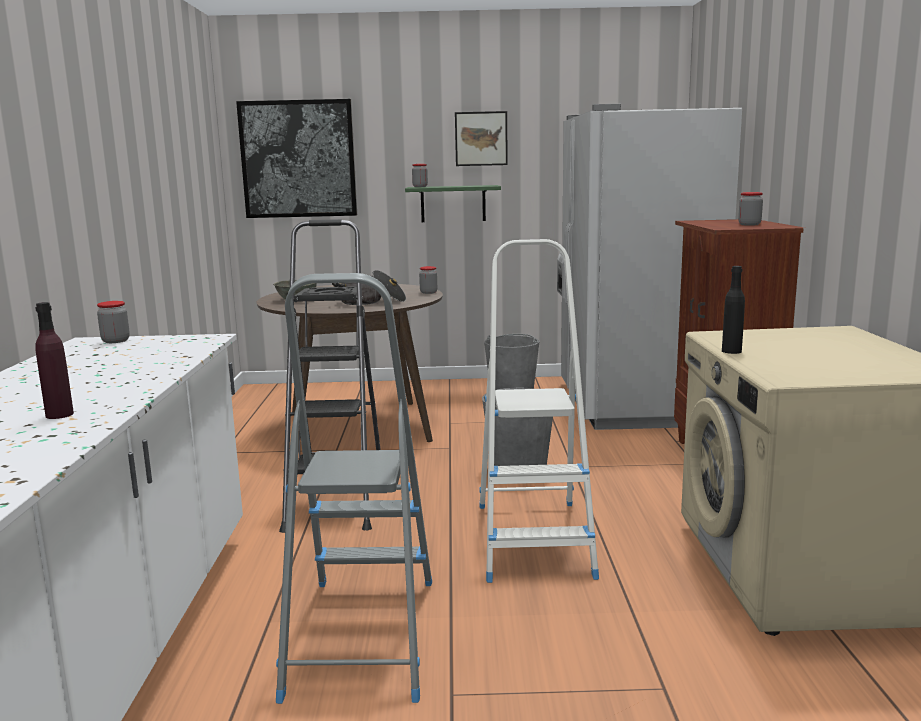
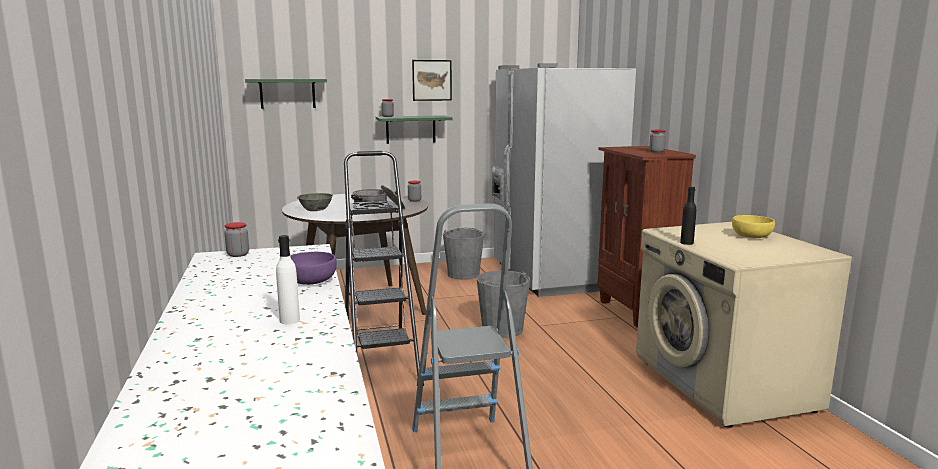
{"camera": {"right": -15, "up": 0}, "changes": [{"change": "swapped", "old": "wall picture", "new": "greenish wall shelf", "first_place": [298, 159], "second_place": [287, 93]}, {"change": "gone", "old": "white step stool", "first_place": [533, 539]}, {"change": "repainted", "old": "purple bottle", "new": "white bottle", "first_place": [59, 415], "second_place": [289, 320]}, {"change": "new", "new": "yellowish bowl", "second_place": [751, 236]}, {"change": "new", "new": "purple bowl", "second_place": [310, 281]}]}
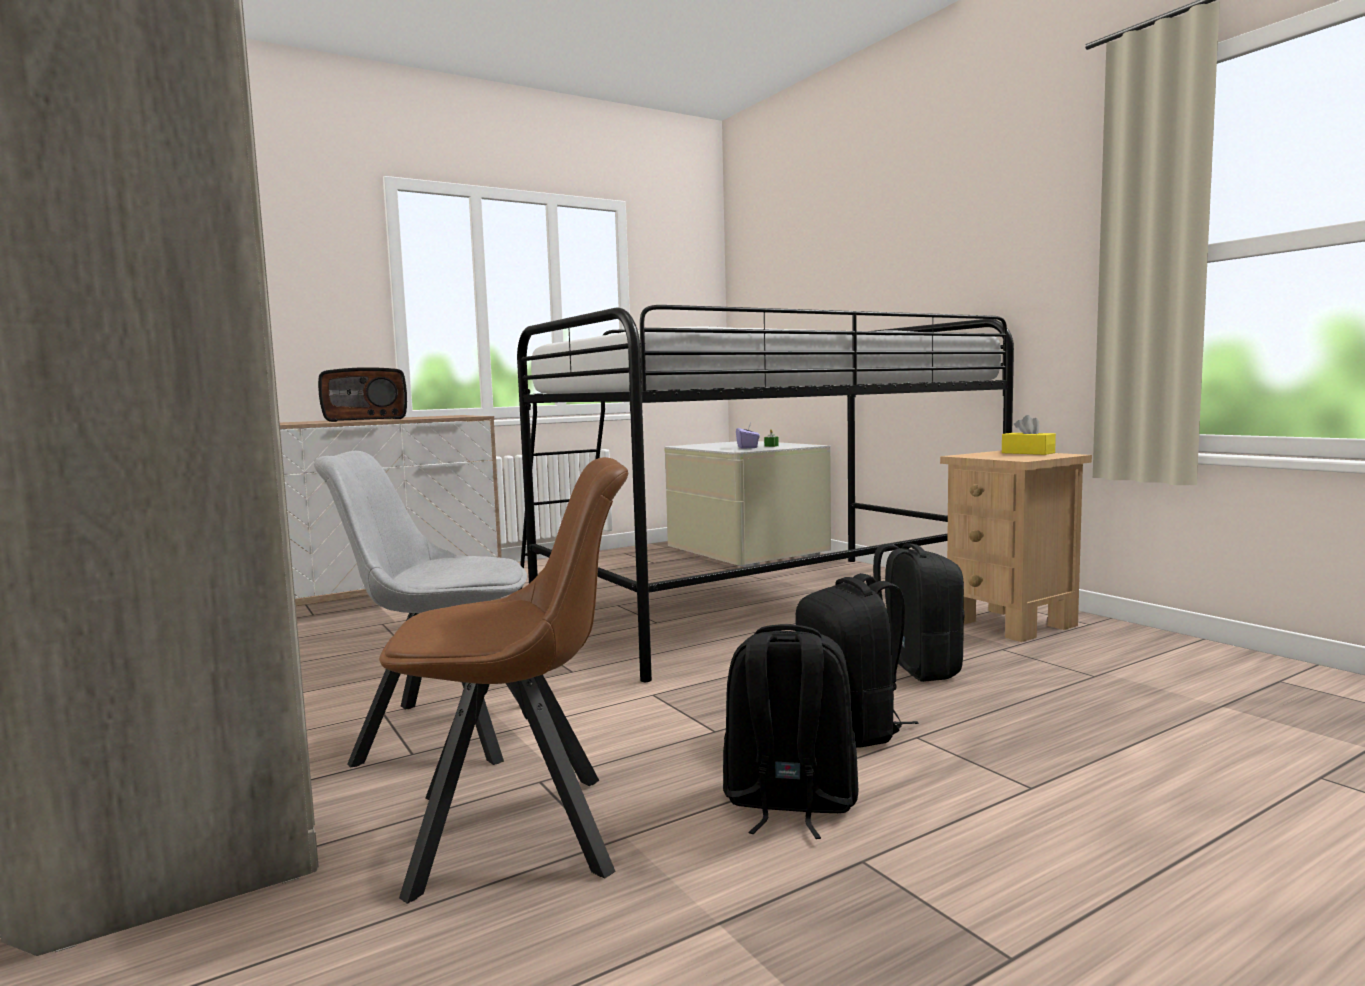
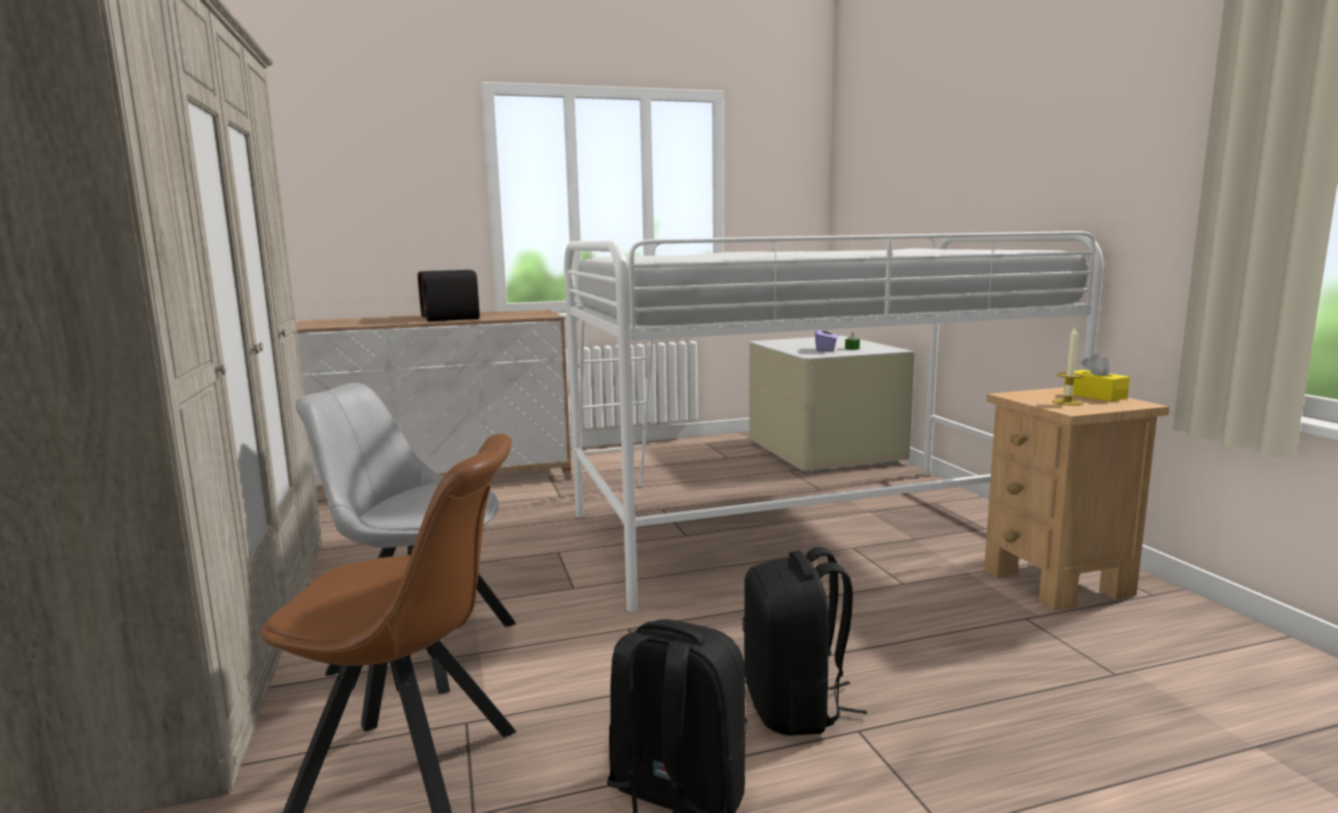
{"camera": {"right": 15, "up": 5}, "changes": [{"change": "repainted", "old": "black bed", "new": "white bed", "first_place": [766, 606], "second_place": [803, 526]}, {"change": "rotated", "old": "radio receiver", "first_place": [365, 419], "second_place": [451, 317], "degrees": 75}, {"change": "gone", "old": "black knapsack", "first_place": [915, 669]}, {"change": "new", "new": "wax light", "second_place": [1067, 402]}]}
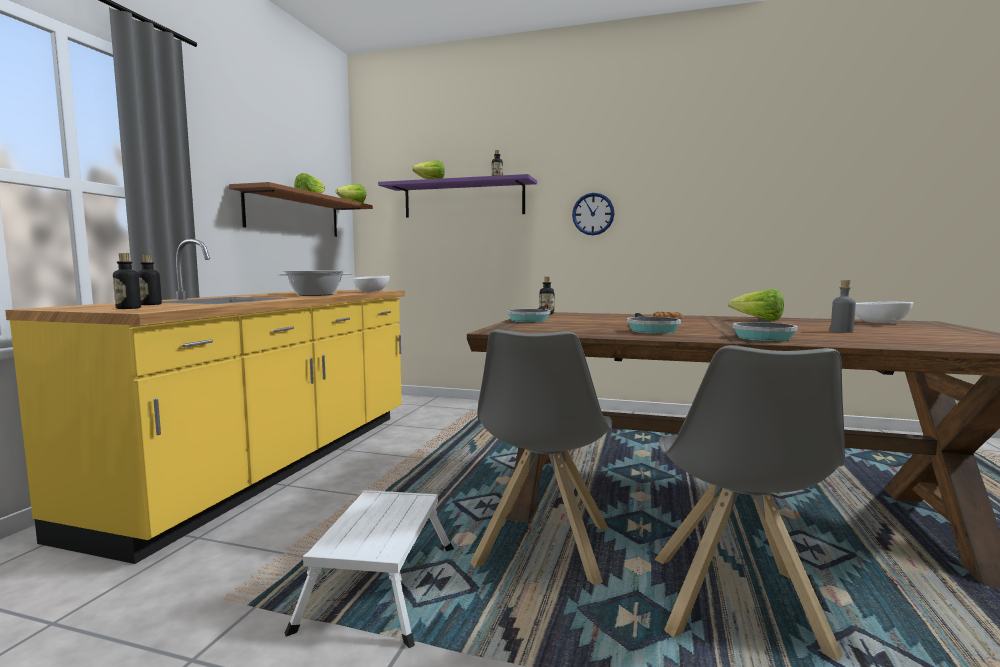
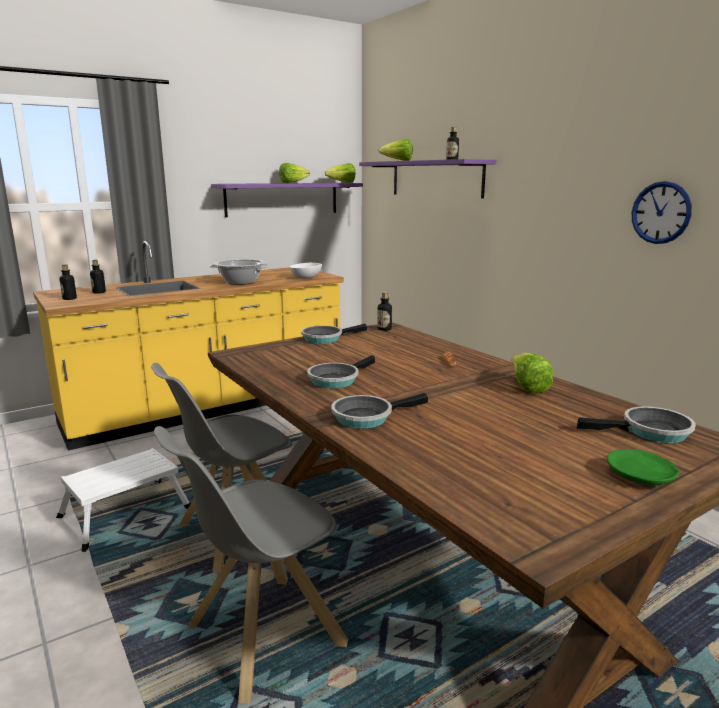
{"camera": {"right": 40, "up": 10}, "changes": [{"change": "repainted", "old": "brownish wall shelf", "new": "purple wall shelf", "first_place": [294, 214], "second_place": [282, 199]}, {"change": "shifted", "old": "hanging clock", "first_place": [593, 214], "second_place": [661, 213]}, {"change": "gone", "old": "gray bottle", "first_place": [841, 331]}, {"change": "swapped", "old": "white bowl", "new": "skillet", "first_place": [880, 323], "second_place": [650, 432]}, {"change": "new", "new": "greenish flat dish", "second_place": [641, 476]}]}
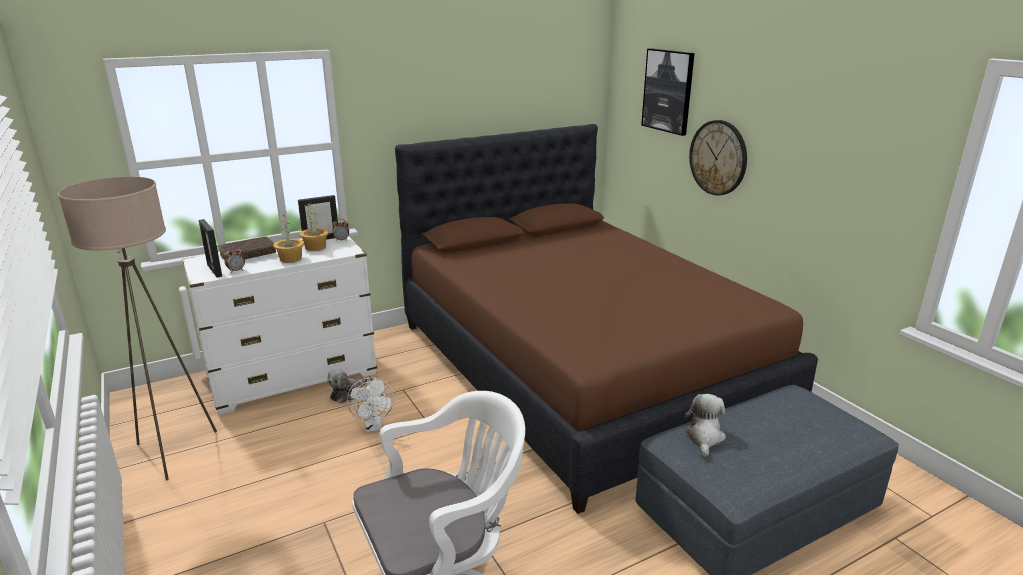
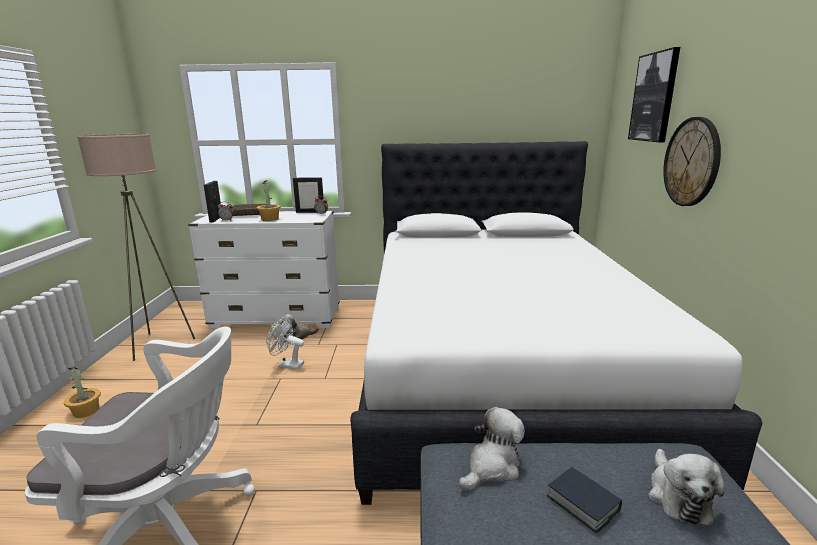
{"camera": {"right": 30, "up": -5}, "changes": [{"change": "repainted", "old": "brownish bed", "new": "white bed", "first_place": [580, 368], "second_place": [499, 367]}, {"change": "shifted", "old": "houseplant", "first_place": [316, 247], "second_place": [86, 411]}, {"change": "rotated", "old": "white fan", "first_place": [374, 426], "second_place": [287, 365], "degrees": 90}, {"change": "new", "new": "soft toy", "second_place": [677, 496]}, {"change": "new", "new": "book", "second_place": [582, 503]}]}
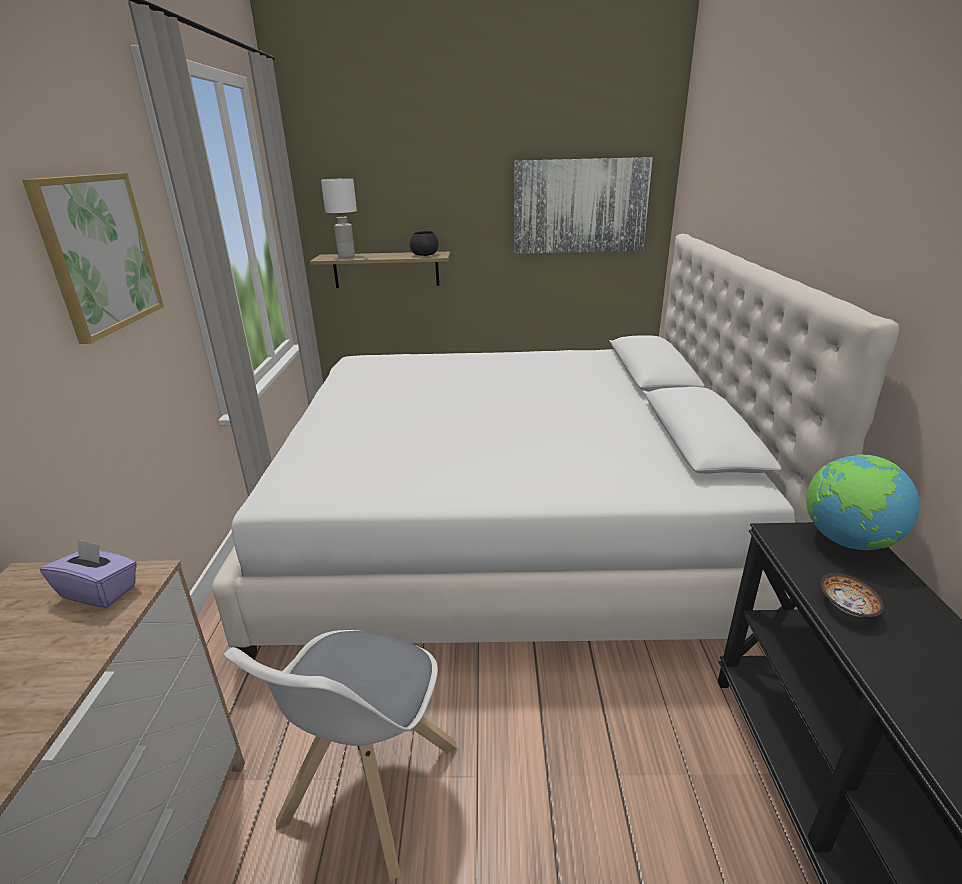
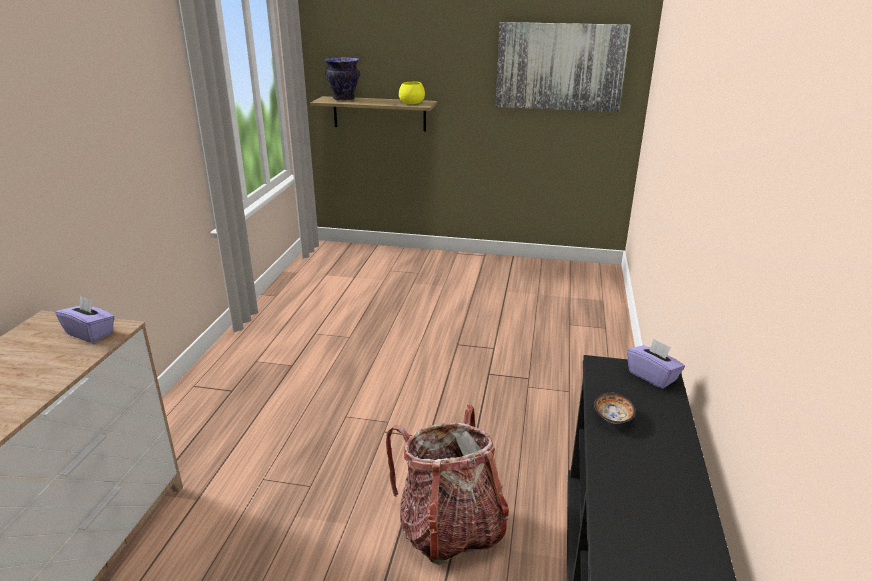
{"camera": {"right": 10, "up": 0}, "changes": [{"change": "gone", "old": "wall picture", "first_place": [99, 253]}, {"change": "swapped", "old": "white table lamp", "new": "vase", "first_place": [346, 256], "second_place": [343, 99]}, {"change": "repainted", "old": "black bowl", "new": "yellowish bowl", "first_place": [425, 255], "second_place": [412, 103]}, {"change": "gone", "old": "white bed", "first_place": [509, 522]}, {"change": "swapped", "old": "desk globe", "new": "purple box of tissues", "first_place": [847, 541], "second_place": [652, 376]}, {"change": "gone", "old": "chair", "first_place": [367, 789]}, {"change": "new", "new": "knapsack", "second_place": [450, 528]}]}
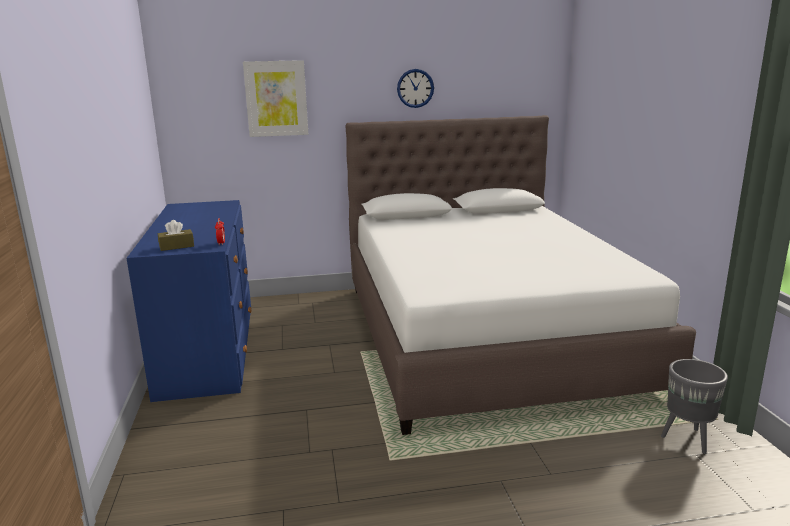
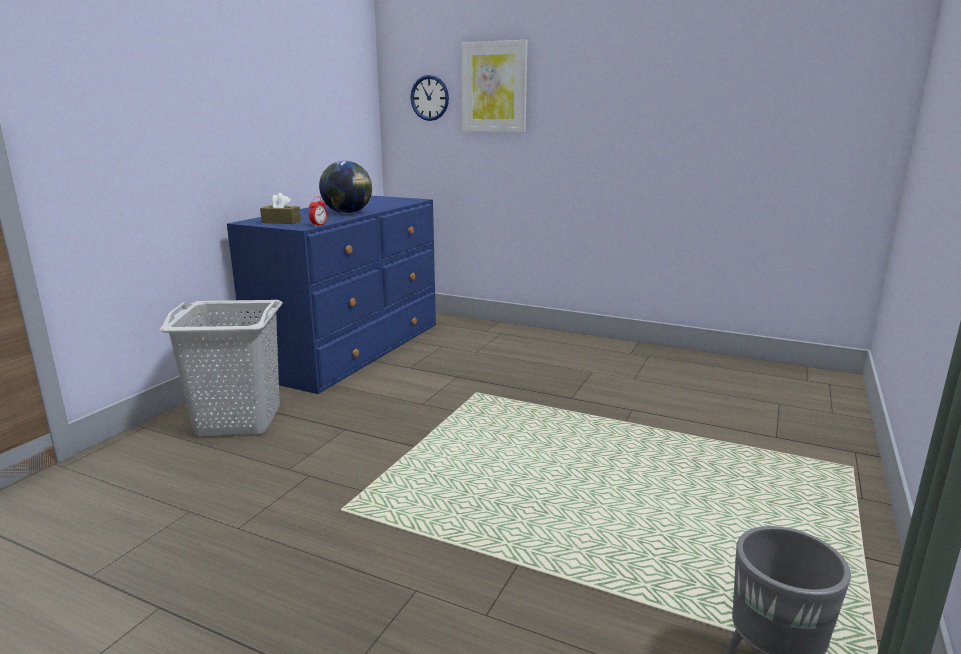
{"camera": {"right": 35, "up": 0}, "changes": [{"change": "shifted", "old": "hanging clock", "first_place": [415, 88], "second_place": [429, 98]}, {"change": "gone", "old": "white bed", "first_place": [485, 335]}, {"change": "new", "new": "desk globe", "second_place": [348, 213]}, {"change": "new", "new": "gray laundry basket", "second_place": [238, 420]}]}
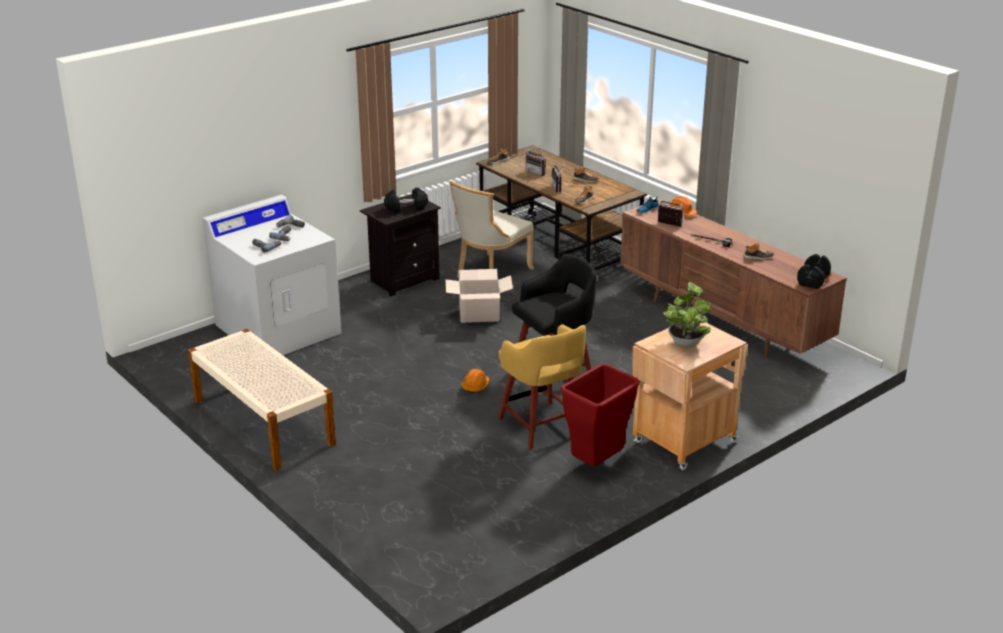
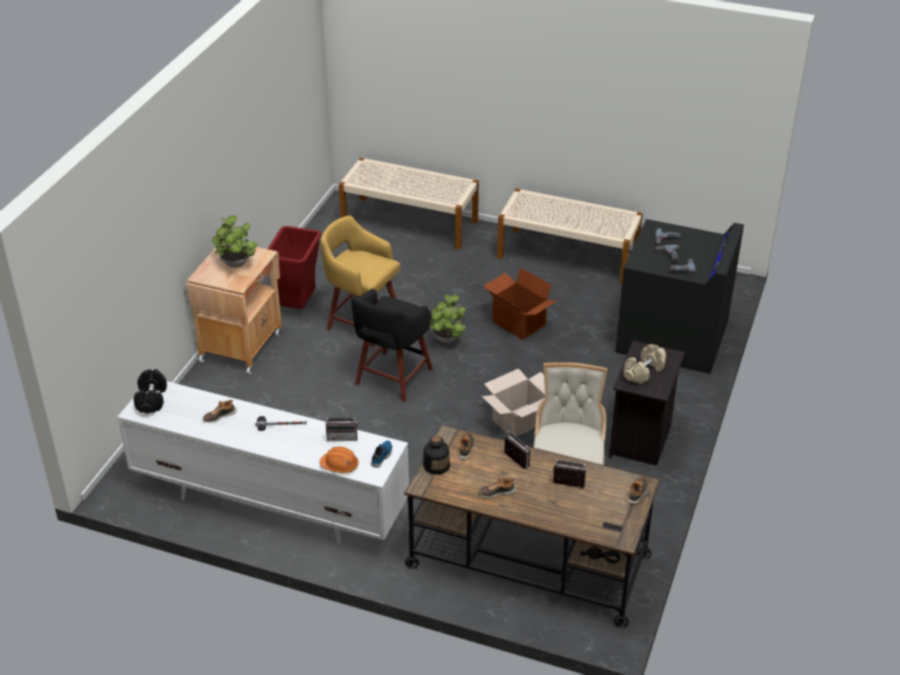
{"camera": {"right": 150, "up": 10}, "changes": [{"change": "repainted", "old": "black dumbbell", "new": "beige-coloured dumbbell", "first_place": [406, 208], "second_place": [644, 372]}, {"change": "repainted", "old": "white laundry machine", "new": "black laundry machine", "first_place": [279, 329], "second_place": [671, 337]}, {"change": "repainted", "old": "brownish cabinet", "new": "white cabinet", "first_place": [722, 323], "second_place": [268, 505]}, {"change": "swapped", "old": "orange-coloured safety helmet", "new": "houseplant", "first_place": [475, 386], "second_place": [446, 340]}, {"change": "new", "new": "beige-coloured long seat", "second_place": [410, 222]}, {"change": "new", "new": "carton", "second_place": [518, 324]}, {"change": "new", "new": "bottle", "second_place": [436, 465]}]}
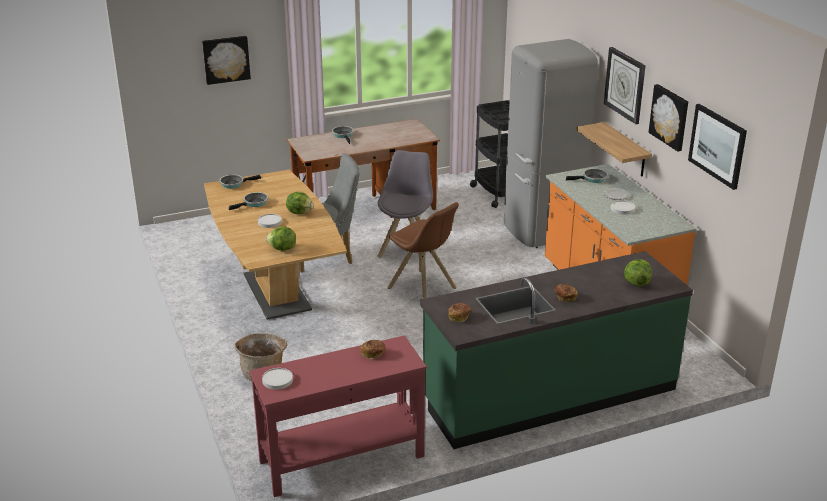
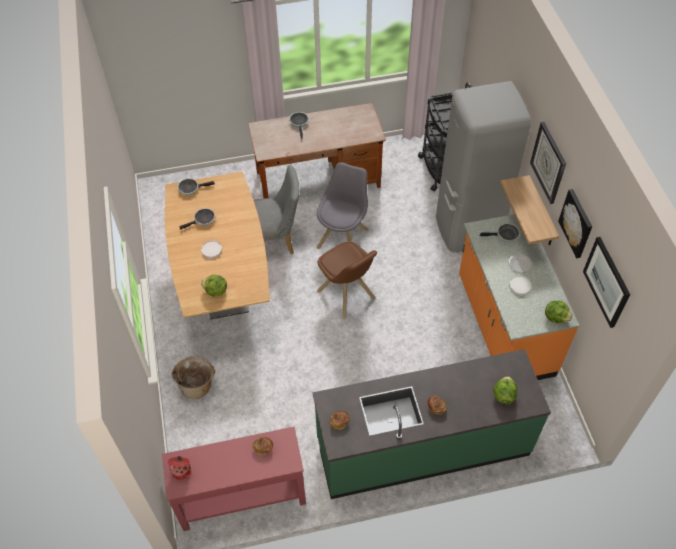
{"camera": {"right": 10, "up": 25}, "changes": [{"change": "gone", "old": "wall picture", "first_place": [226, 59]}, {"change": "shifted", "old": "head of lettuce", "first_place": [300, 212], "second_place": [556, 317]}, {"change": "swapped", "old": "white flat dish", "new": "stockpot", "first_place": [277, 380], "second_place": [181, 470]}]}
